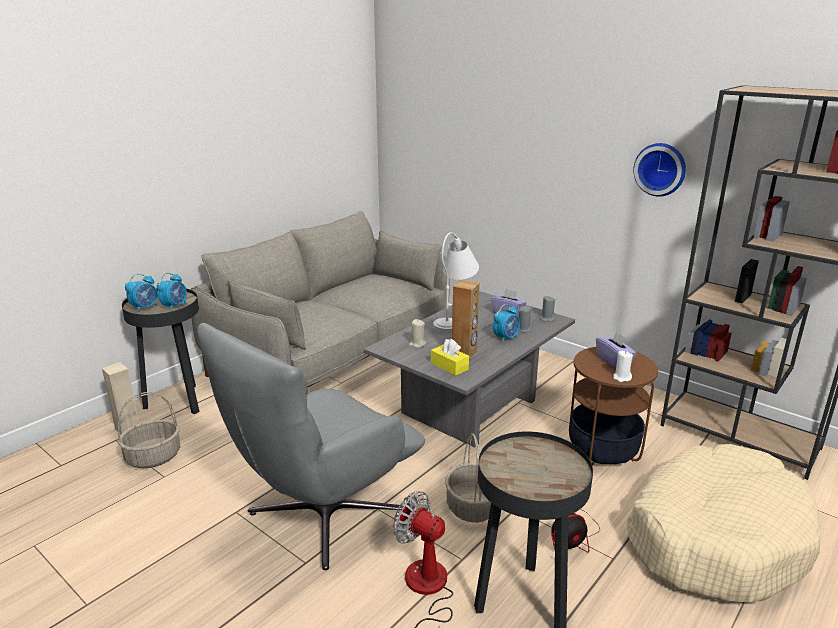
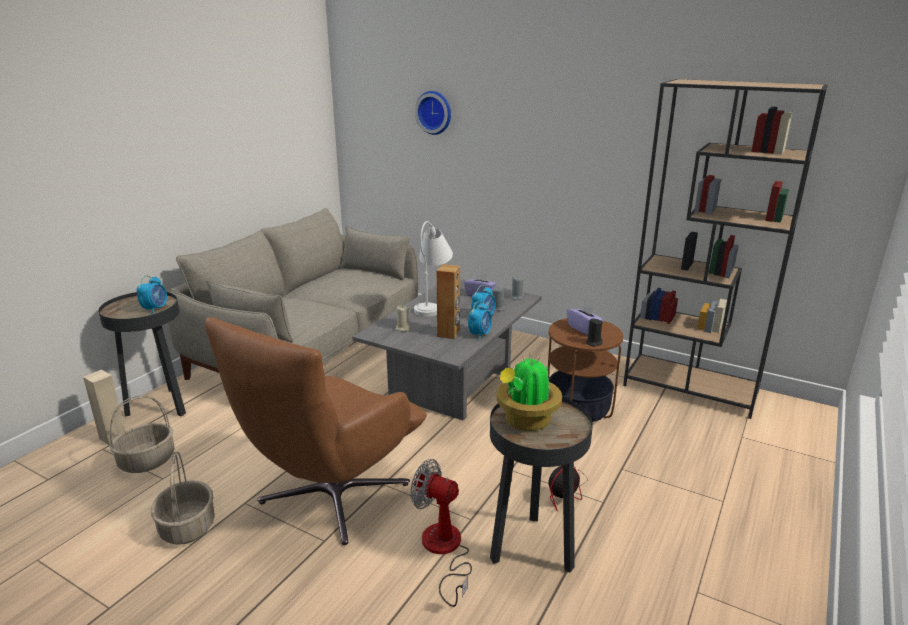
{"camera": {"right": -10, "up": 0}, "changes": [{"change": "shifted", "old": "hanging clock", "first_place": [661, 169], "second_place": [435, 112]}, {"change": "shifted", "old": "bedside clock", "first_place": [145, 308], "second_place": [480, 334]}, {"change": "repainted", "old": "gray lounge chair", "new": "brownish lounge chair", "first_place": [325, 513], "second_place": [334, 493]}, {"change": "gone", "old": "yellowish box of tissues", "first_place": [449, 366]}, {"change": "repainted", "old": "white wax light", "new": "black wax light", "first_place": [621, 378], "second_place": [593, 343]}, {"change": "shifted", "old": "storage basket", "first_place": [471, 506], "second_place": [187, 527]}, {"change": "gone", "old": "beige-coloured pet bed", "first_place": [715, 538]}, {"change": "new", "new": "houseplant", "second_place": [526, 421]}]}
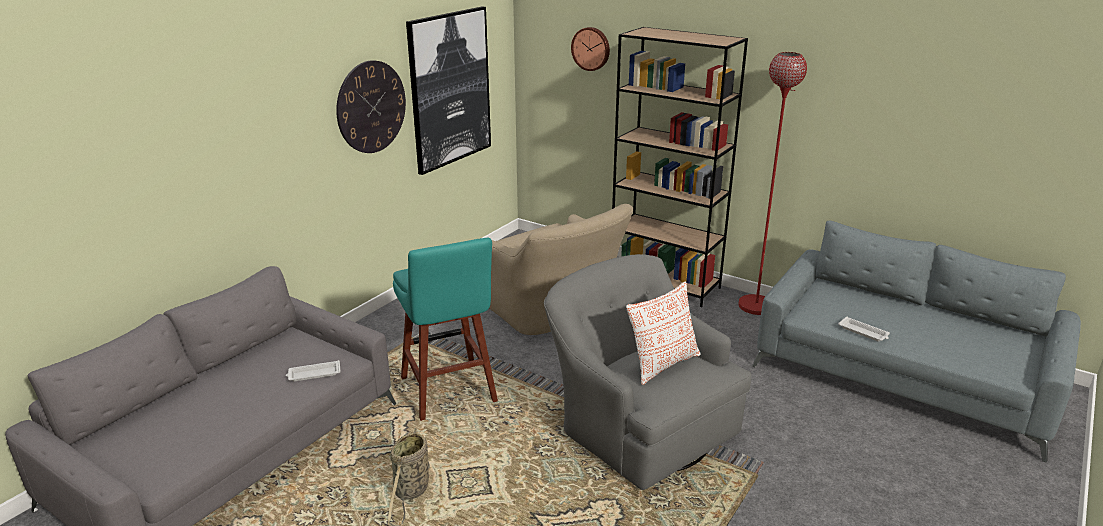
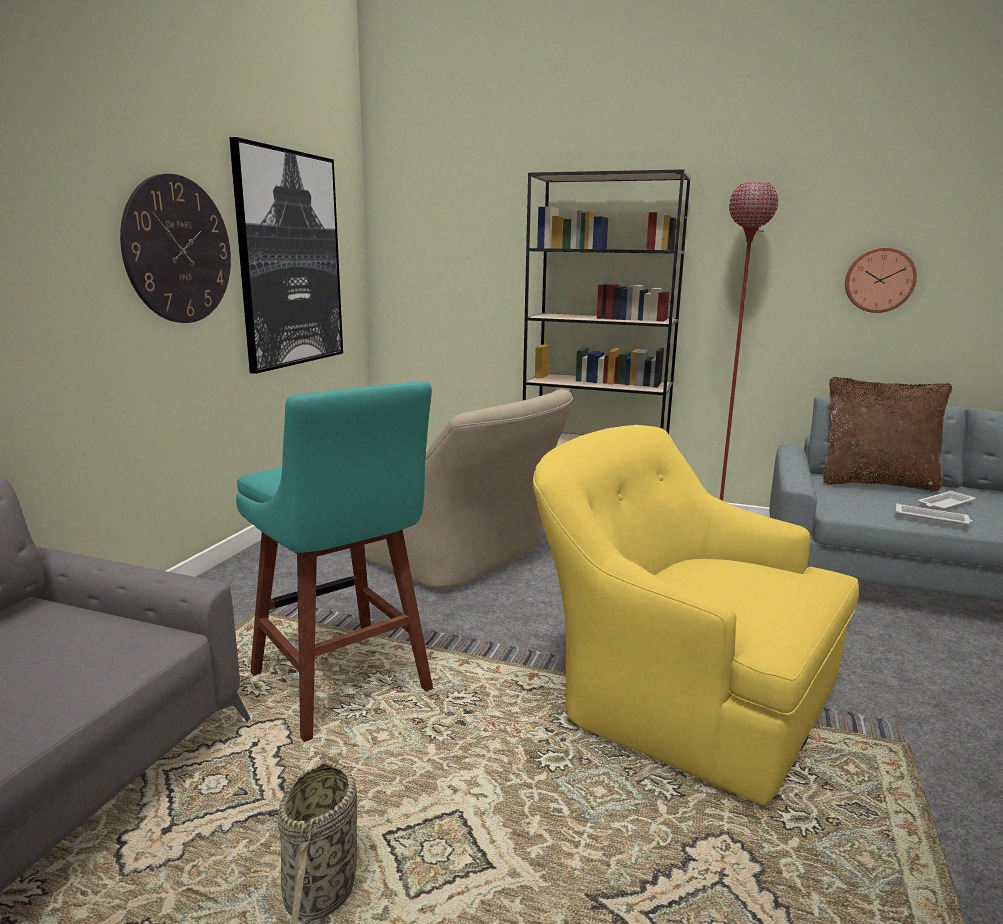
{"camera": {"right": -15, "up": -10}, "changes": [{"change": "shifted", "old": "hanging clock", "first_place": [591, 48], "second_place": [879, 280]}, {"change": "repainted", "old": "gray lounge chair", "new": "yellowish lounge chair", "first_place": [639, 425], "second_place": [677, 694]}, {"change": "gone", "old": "white pillow", "first_place": [663, 365]}, {"change": "shifted", "old": "white carrying tray", "first_place": [313, 374], "second_place": [944, 505]}, {"change": "new", "new": "brownish pillow", "second_place": [878, 485]}]}
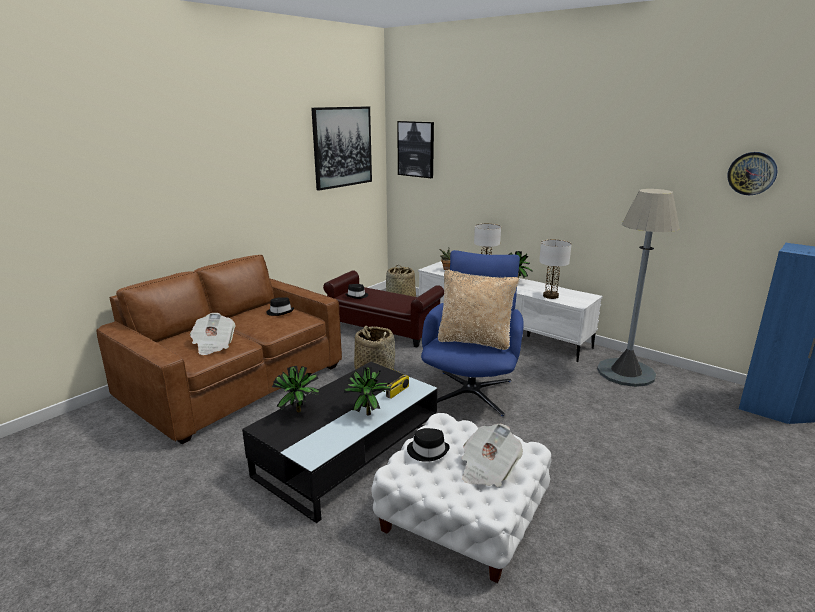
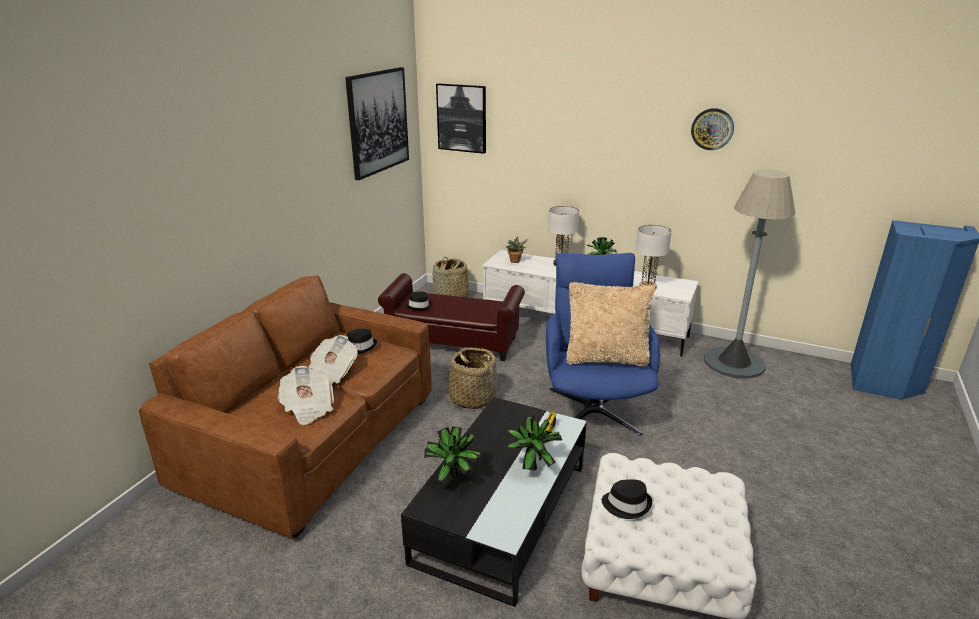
{"camera": {"right": -15, "up": 5}, "changes": [{"change": "shifted", "old": "hanging clock", "first_place": [752, 173], "second_place": [712, 129]}, {"change": "shifted", "old": "printed paper", "first_place": [487, 469], "second_place": [332, 373]}]}
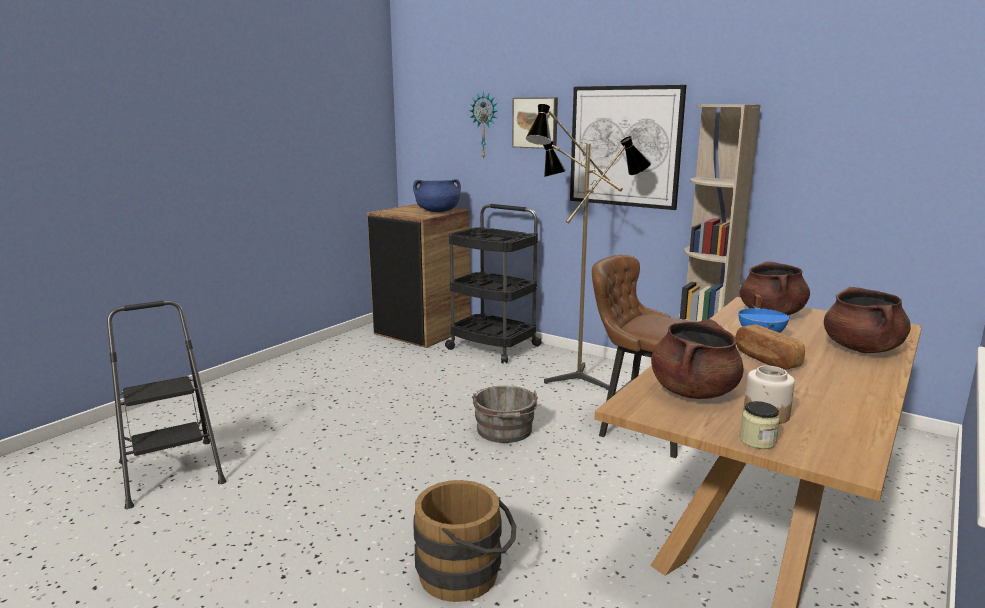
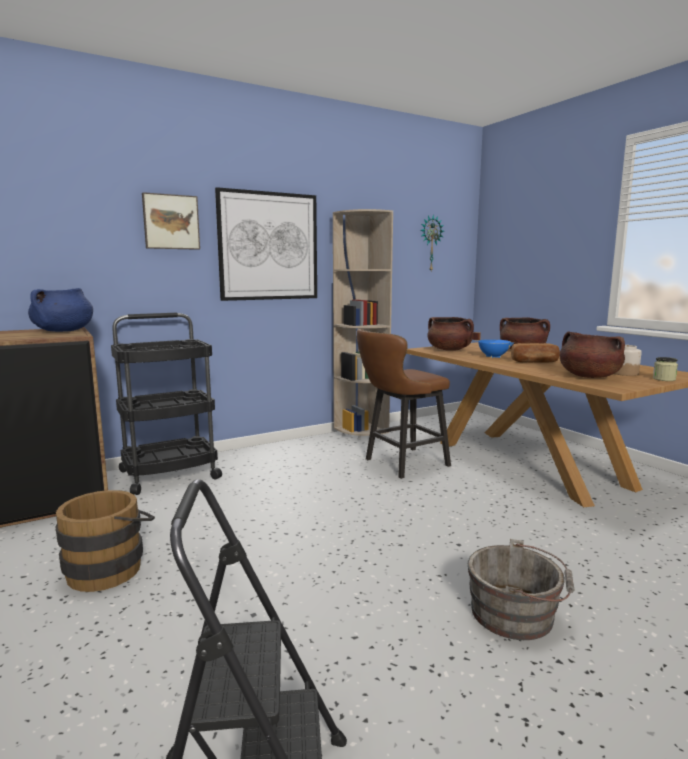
{"camera": {"right": -65, "up": -5}, "changes": [{"change": "shifted", "old": "hanging clock", "first_place": [485, 125], "second_place": [430, 243]}, {"change": "gone", "old": "floor lamp", "first_place": [575, 376]}, {"change": "shifted", "old": "gray bucket", "first_place": [505, 431], "second_place": [517, 614]}, {"change": "shifted", "old": "brownish bucket", "first_place": [467, 574], "second_place": [110, 567]}]}
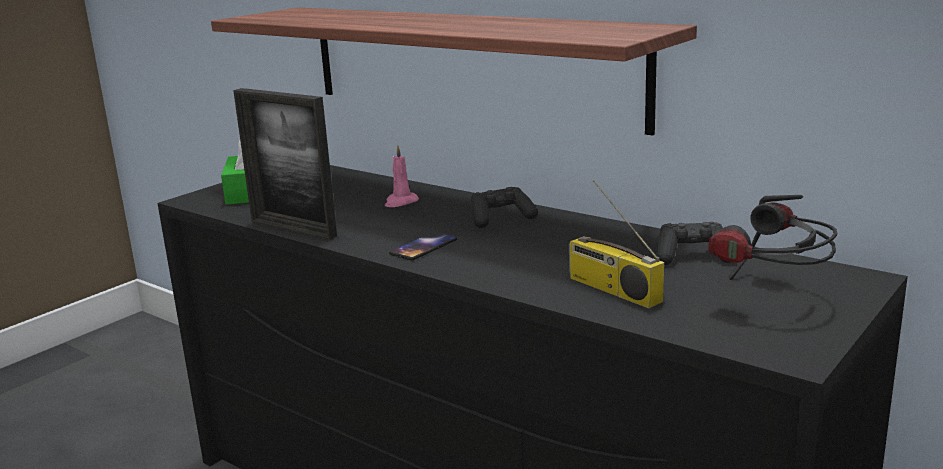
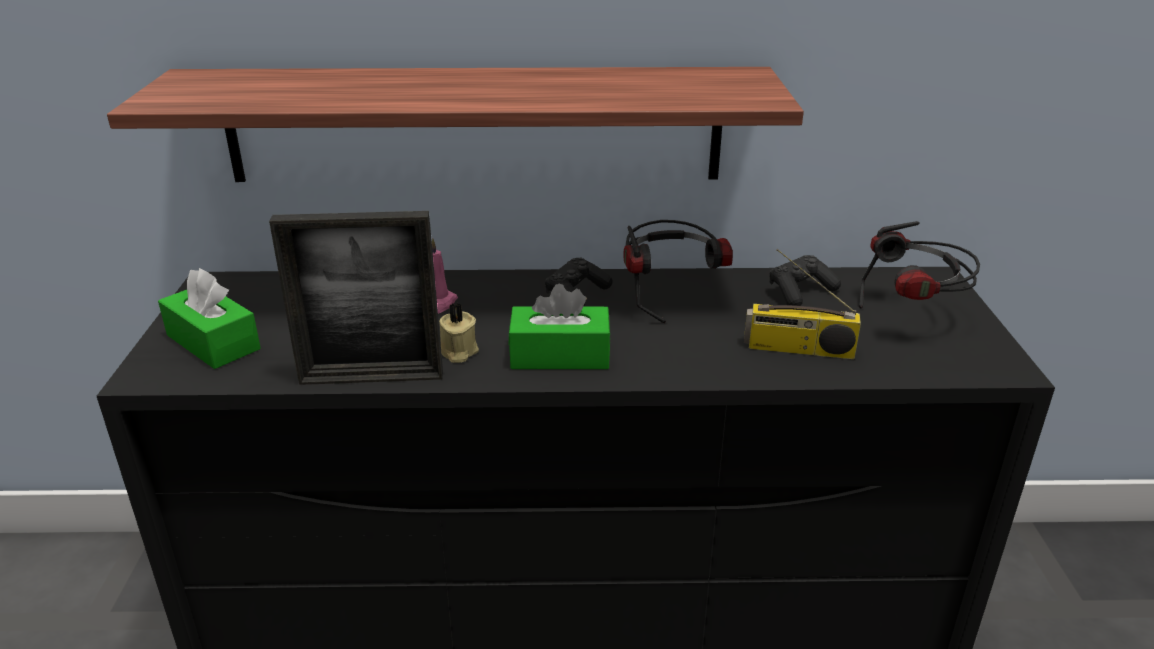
{"camera": {"right": -40, "up": 10}, "changes": [{"change": "swapped", "old": "telephone", "new": "greenish box of tissues", "first_place": [423, 247], "second_place": [560, 355]}, {"change": "new", "new": "headphones", "second_place": [669, 298]}, {"change": "new", "new": "beige-coloured wax light", "second_place": [458, 352]}]}
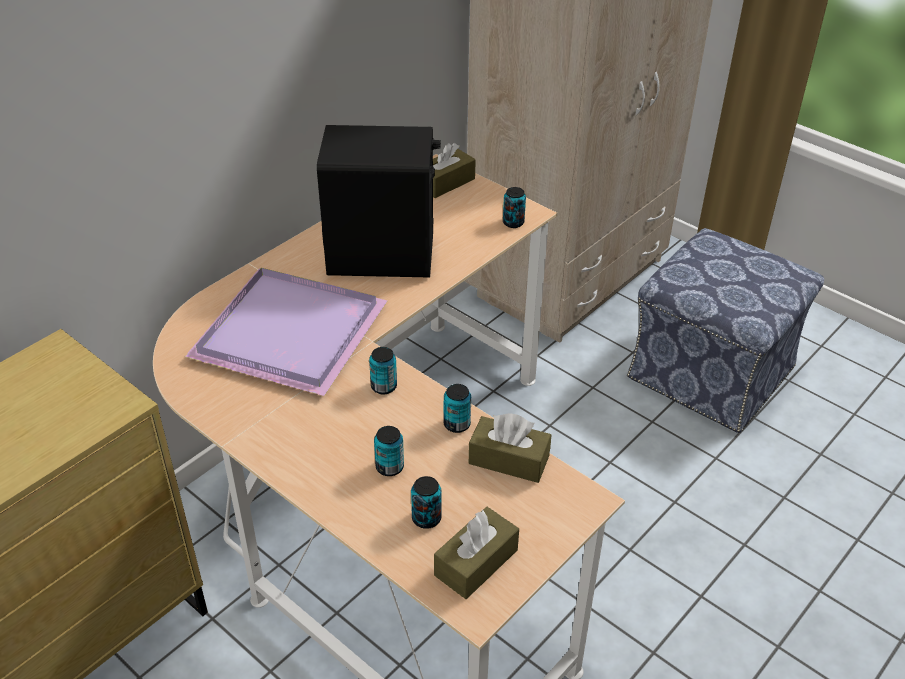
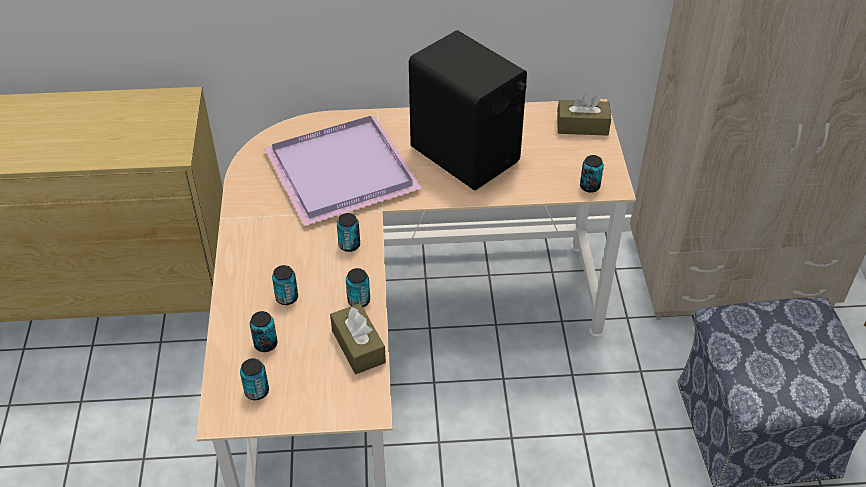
{"camera": {"right": 45, "up": 5}, "changes": [{"change": "swapped", "old": "brownish box of tissues", "new": "metal can", "first_place": [476, 562], "second_place": [257, 391]}]}
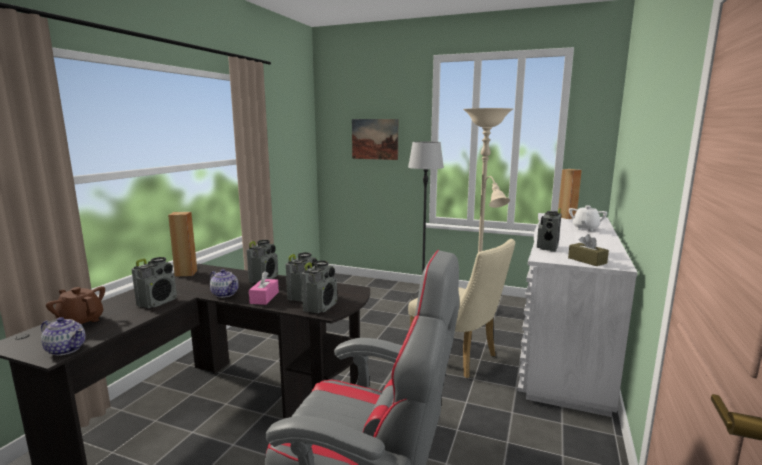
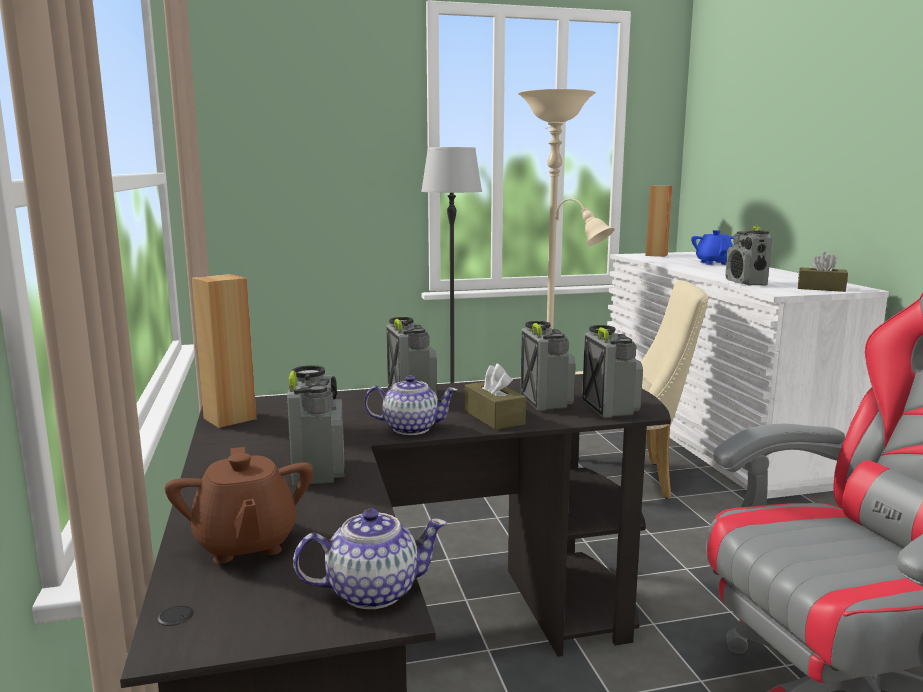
{"camera": {"right": -35, "up": 0}, "changes": [{"change": "gone", "old": "wall picture", "first_place": [374, 139]}, {"change": "repainted", "old": "white pot for tea", "new": "blue-coloured pot for tea", "first_place": [585, 228], "second_place": [713, 263]}, {"change": "repainted", "old": "pink-coloured box of tissues", "new": "brownish box of tissues", "first_place": [264, 298], "second_place": [494, 417]}, {"change": "rotated", "old": "brownish pot for tea", "first_place": [81, 321], "second_place": [245, 544], "degrees": -105}]}
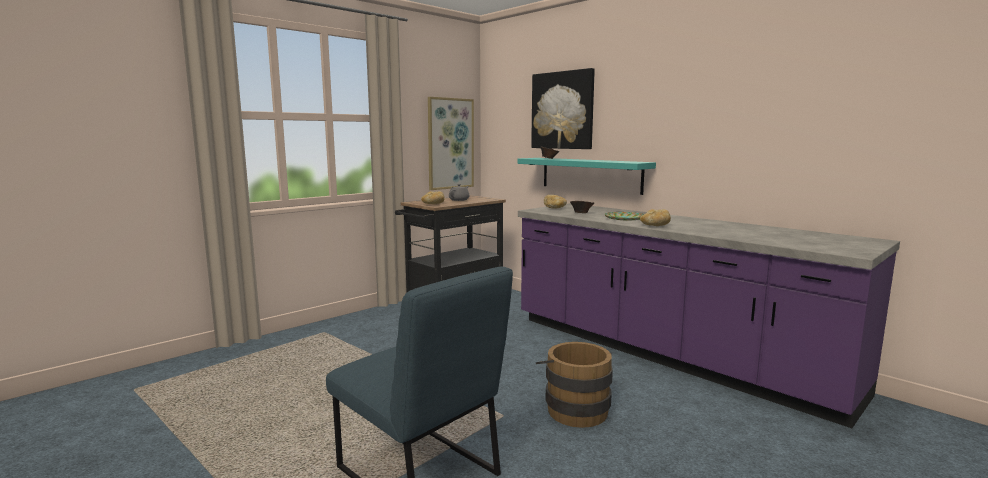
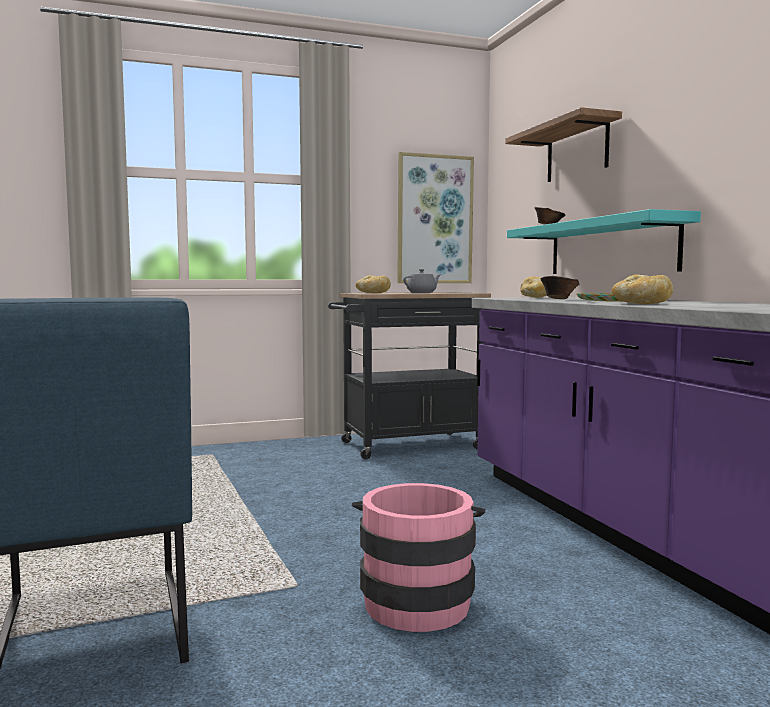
{"camera": {"right": 25, "up": -5}, "changes": [{"change": "swapped", "old": "wall picture", "new": "wall shelf", "first_place": [562, 110], "second_place": [577, 151]}, {"change": "repainted", "old": "brownish bucket", "new": "pink-coloured bucket", "first_place": [574, 408], "second_place": [417, 599]}]}
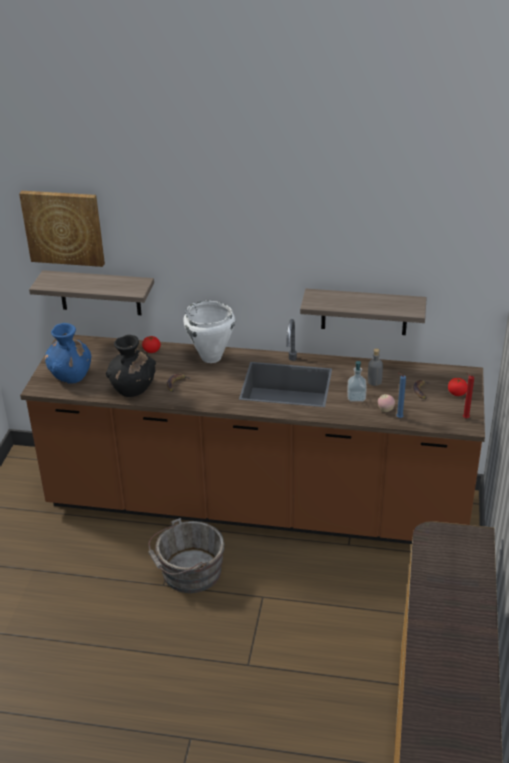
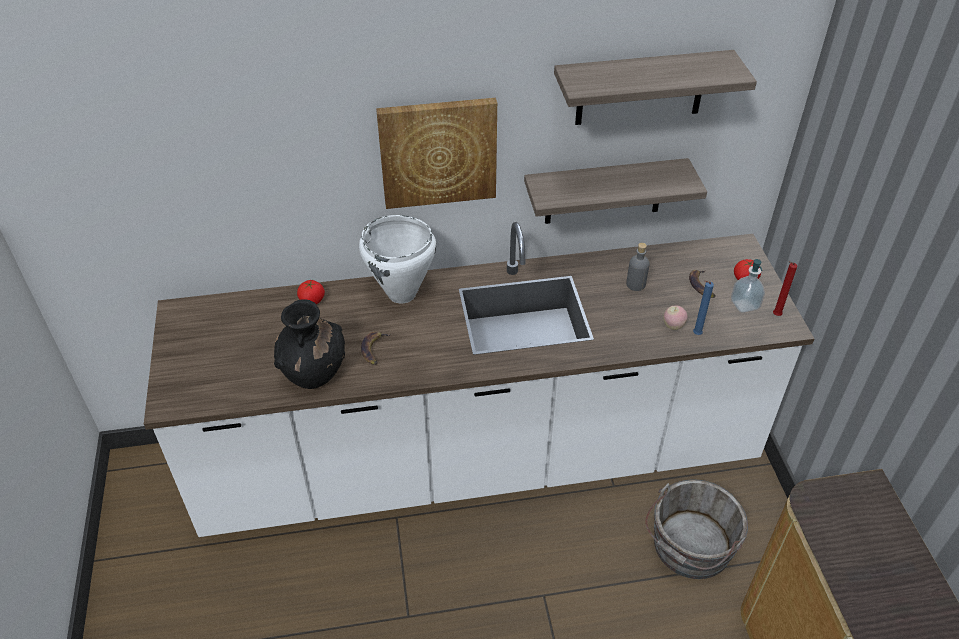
{"camera": {"right": -20, "up": 10}, "changes": [{"change": "shifted", "old": "wall picture", "first_place": [63, 227], "second_place": [438, 152]}, {"change": "shifted", "old": "wall shelf", "first_place": [100, 293], "second_place": [640, 88]}, {"change": "repainted", "old": "brownish kitchen base unit", "new": "white kitchen base unit", "first_place": [257, 506], "second_place": [479, 460]}, {"change": "gone", "old": "blue-coloured vase", "first_place": [71, 376]}, {"change": "shifted", "old": "soap bottle", "first_place": [356, 397], "second_place": [744, 304]}, {"change": "shifted", "old": "gray bucket", "first_place": [188, 573], "second_place": [689, 548]}]}
